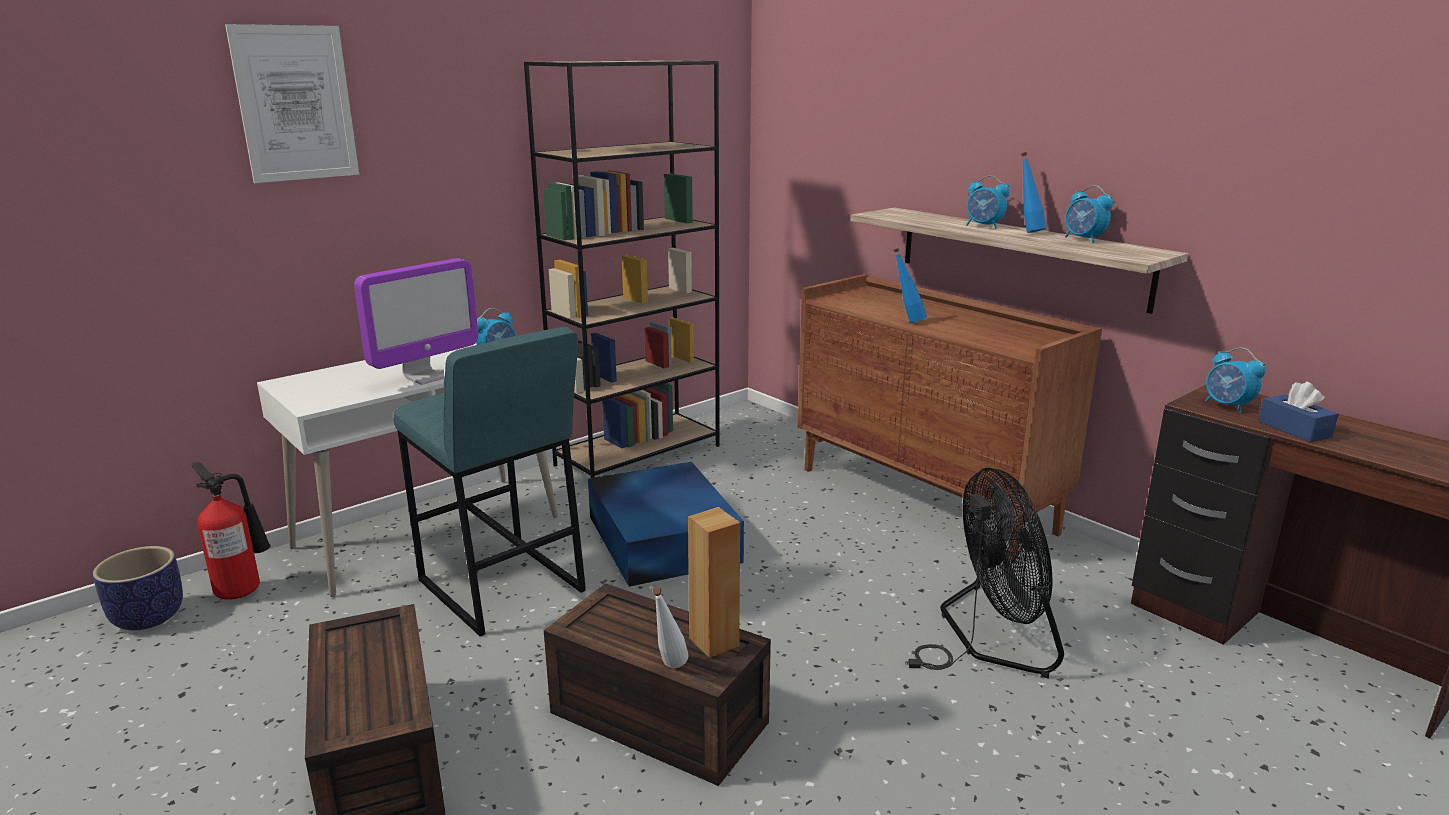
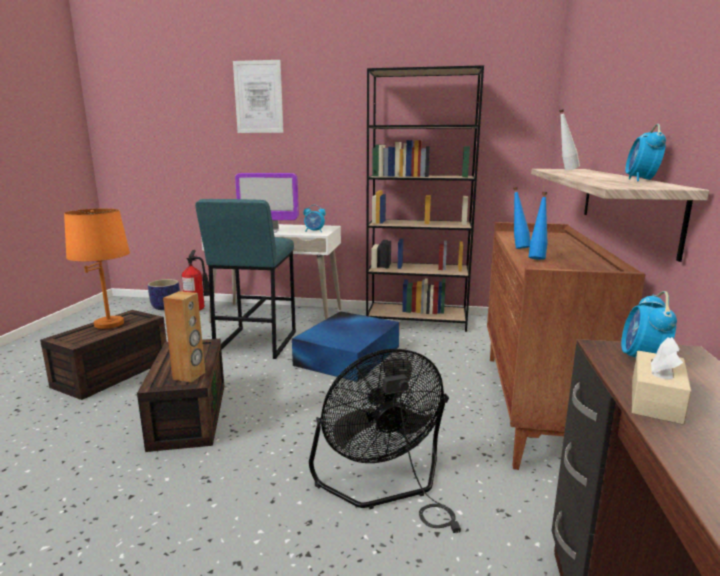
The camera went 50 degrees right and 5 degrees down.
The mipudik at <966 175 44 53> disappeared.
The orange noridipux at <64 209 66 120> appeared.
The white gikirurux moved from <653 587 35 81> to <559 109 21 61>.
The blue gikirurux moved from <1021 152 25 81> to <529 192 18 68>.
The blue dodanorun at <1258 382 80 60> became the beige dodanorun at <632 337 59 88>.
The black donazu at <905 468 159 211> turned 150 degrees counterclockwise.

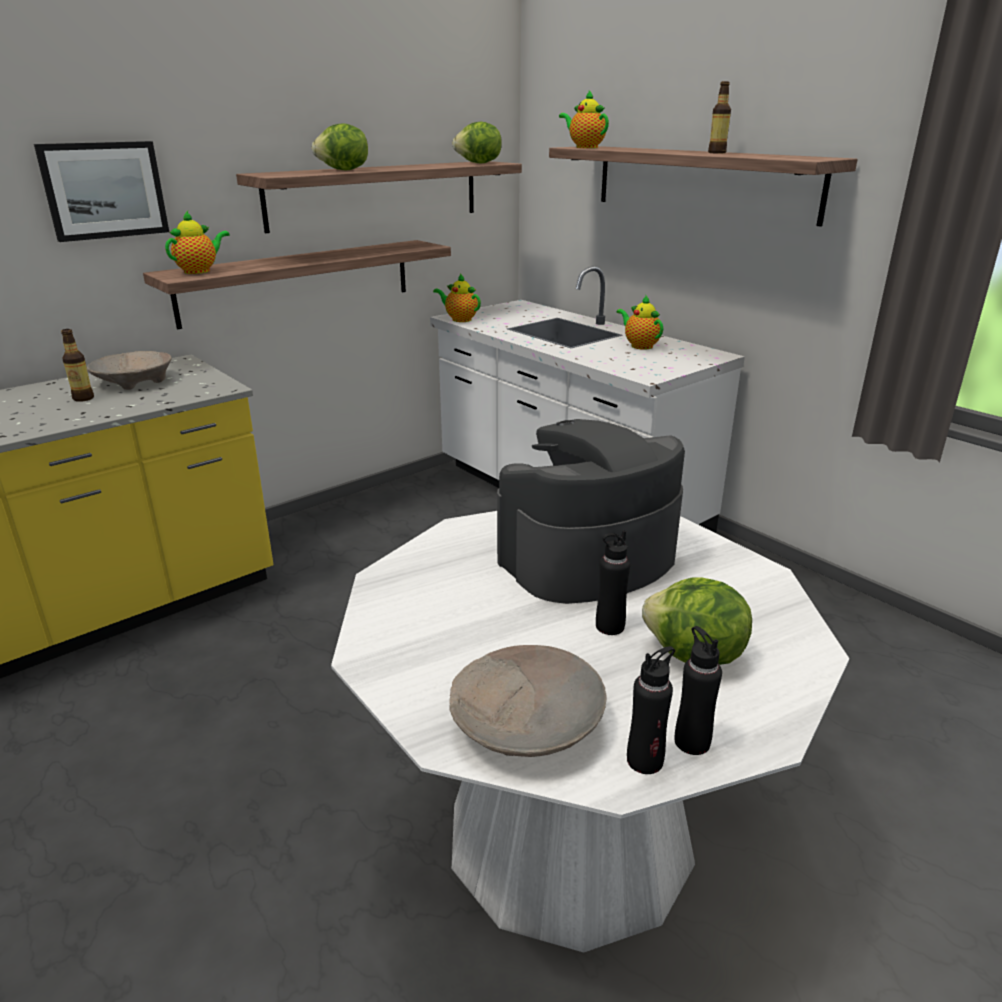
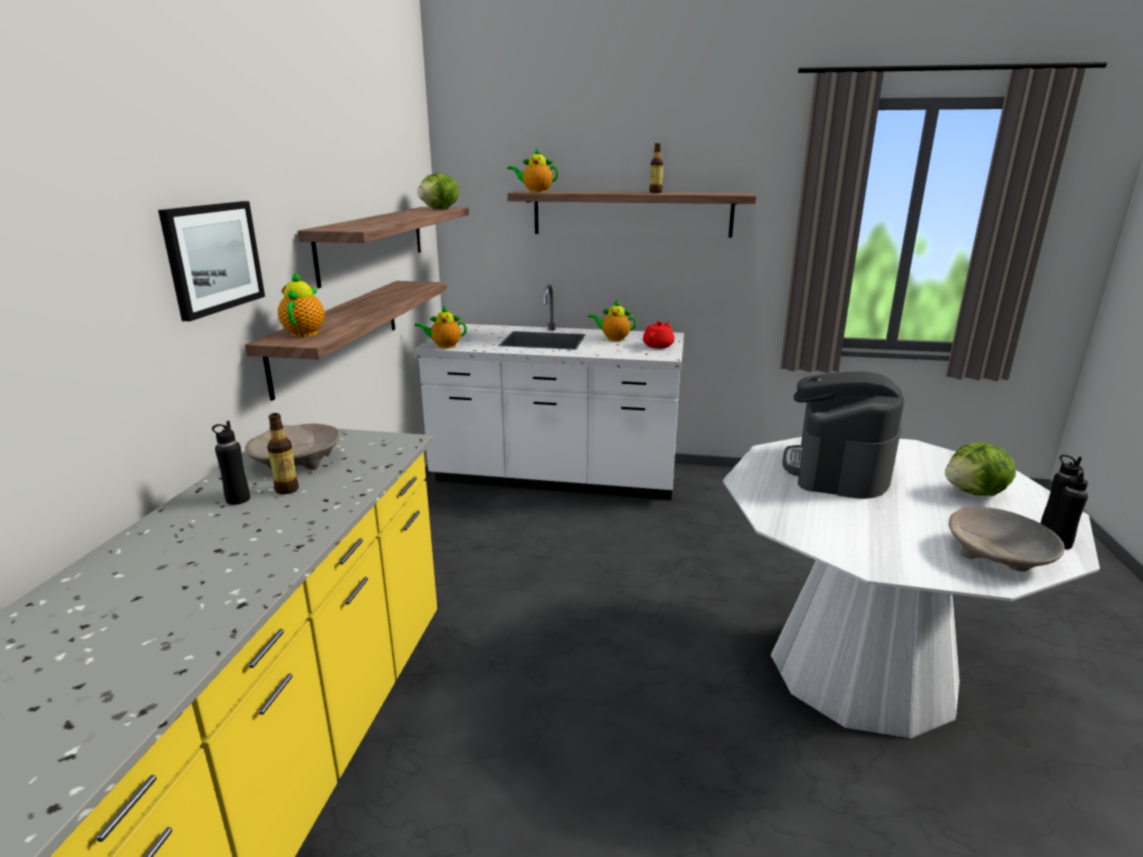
The camera went 40 degrees left and 5 degrees down.
The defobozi at <312 123 56 48> disappeared.
The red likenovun at <643 321 31 27> appeared.
The black gikirurux moved from <596 530 34 105> to <212 421 38 84>.

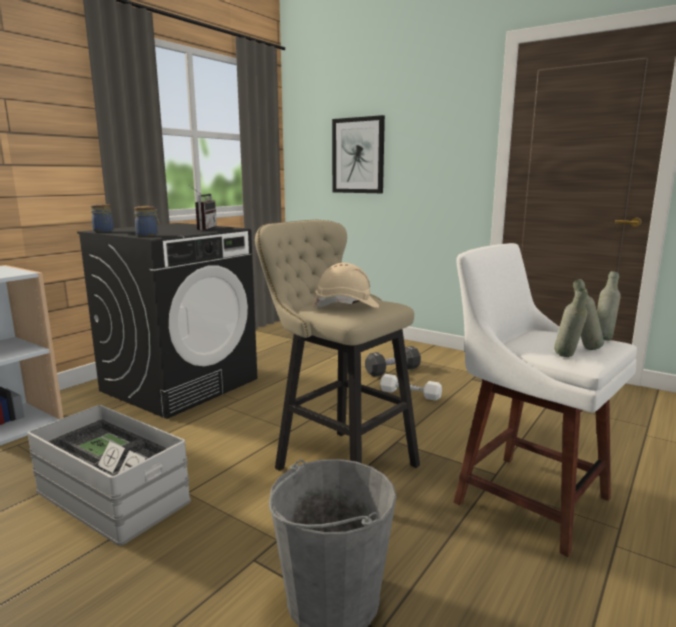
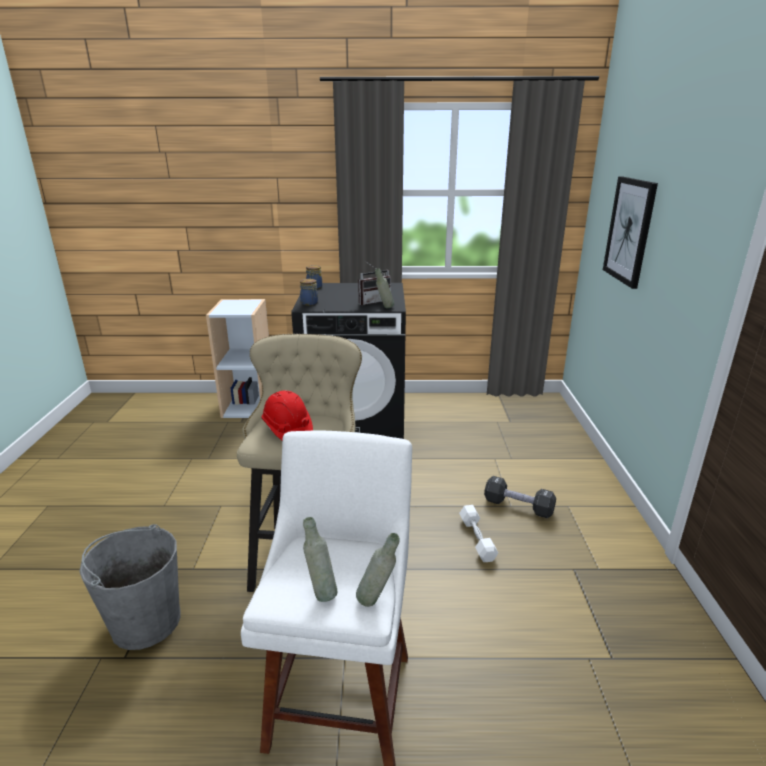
The camera went 55 degrees right and 10 degrees up.
The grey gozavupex at <27 405 164 141> disappeared.
The grey gikirurux moved from <554 287 34 70> to <375 268 19 40>.
The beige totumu at <314 263 65 45> became the red totumu at <261 390 52 50>.

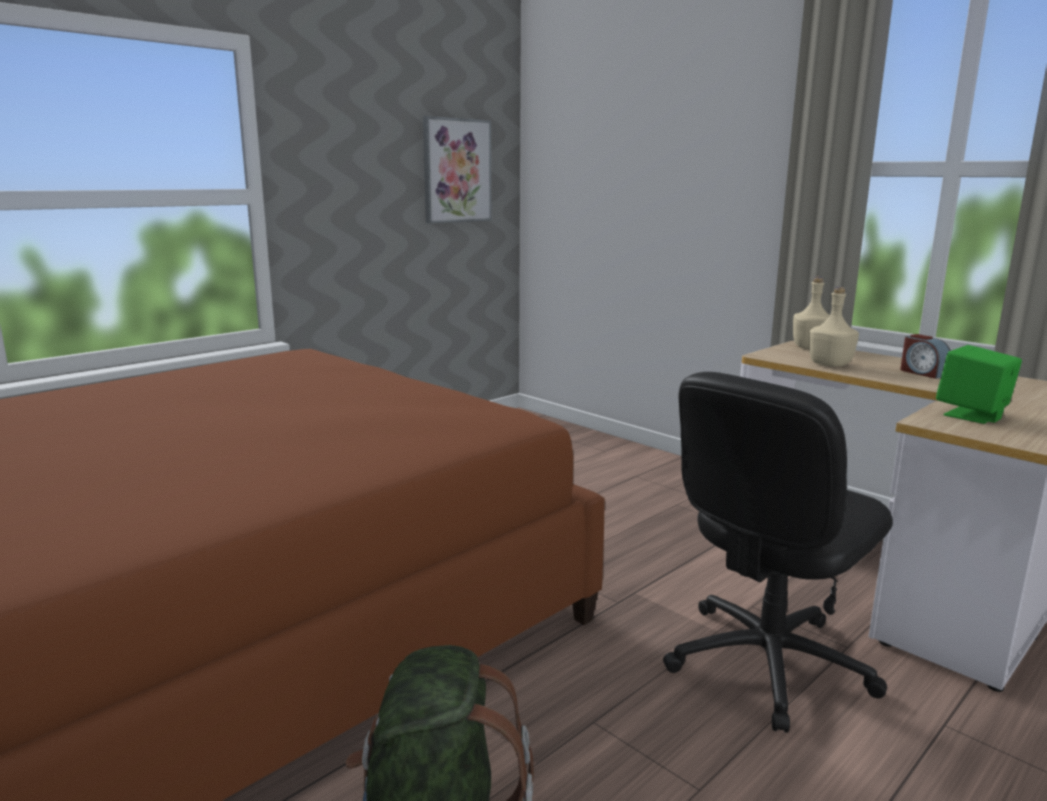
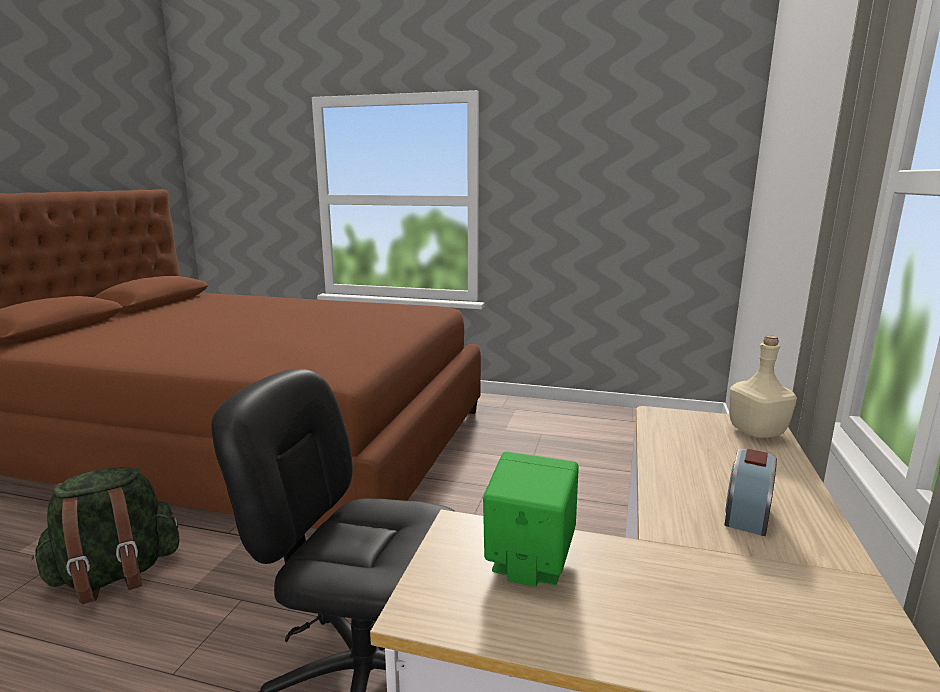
The camera went 60 degrees right and 0 degrees up.
The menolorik at <423 116 69 108> disappeared.
The beige gikirurux at <809 287 50 80> disappeared.

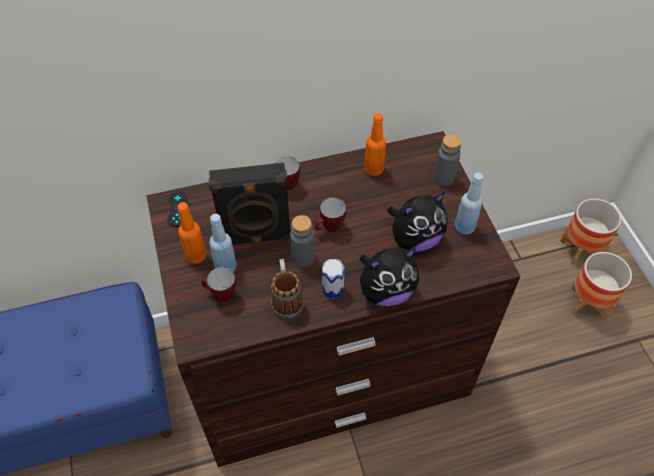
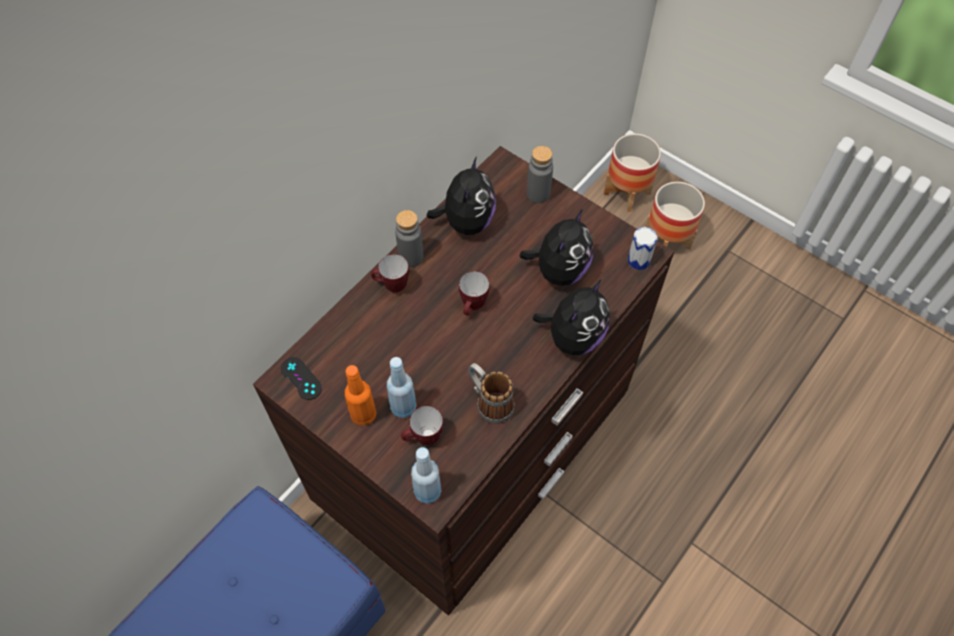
The camera went 35 degrees left and 5 degrees up.
The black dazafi at <208 163 82 82> disappeared.
The grey gikirurux moved from <290 215 25 52> to <395 210 28 57>.
The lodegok moved from <322 259 23 40> to <628 227 29 43>.
The blue gikirurux moved from <455 172 29 63> to <411 447 31 57>.
The orange gikirurux at <364 113 22 63> was replaced by the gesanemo at <426 157 70 78>.

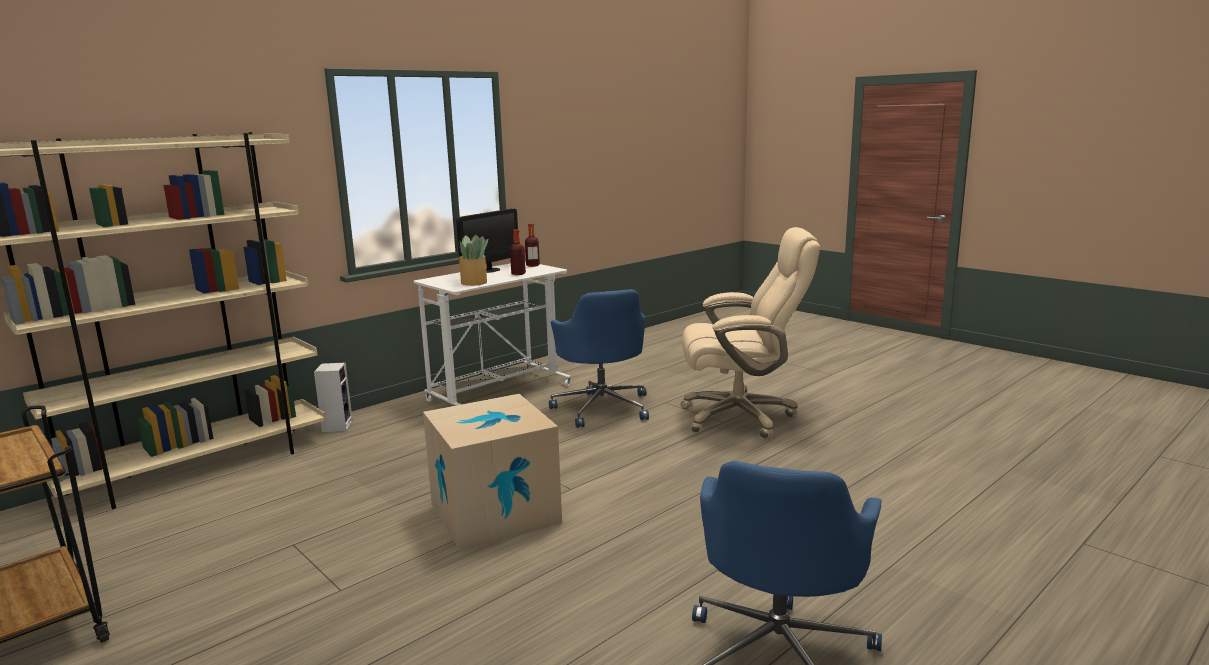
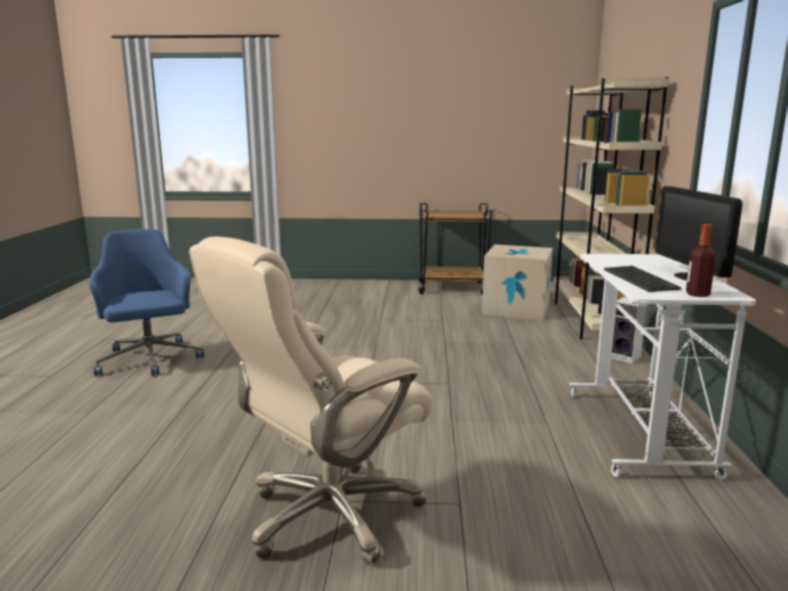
The camera went 135 degrees right and 0 degrees up.
The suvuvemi at <458 235 30 51> disappeared.
The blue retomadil at <549 289 100 139> disappeared.
The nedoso moved from <423 394 139 157> to <482 244 71 76>.
The gikirurux at <510 229 16 46> was replaced by the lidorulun at <604 266 77 26>.

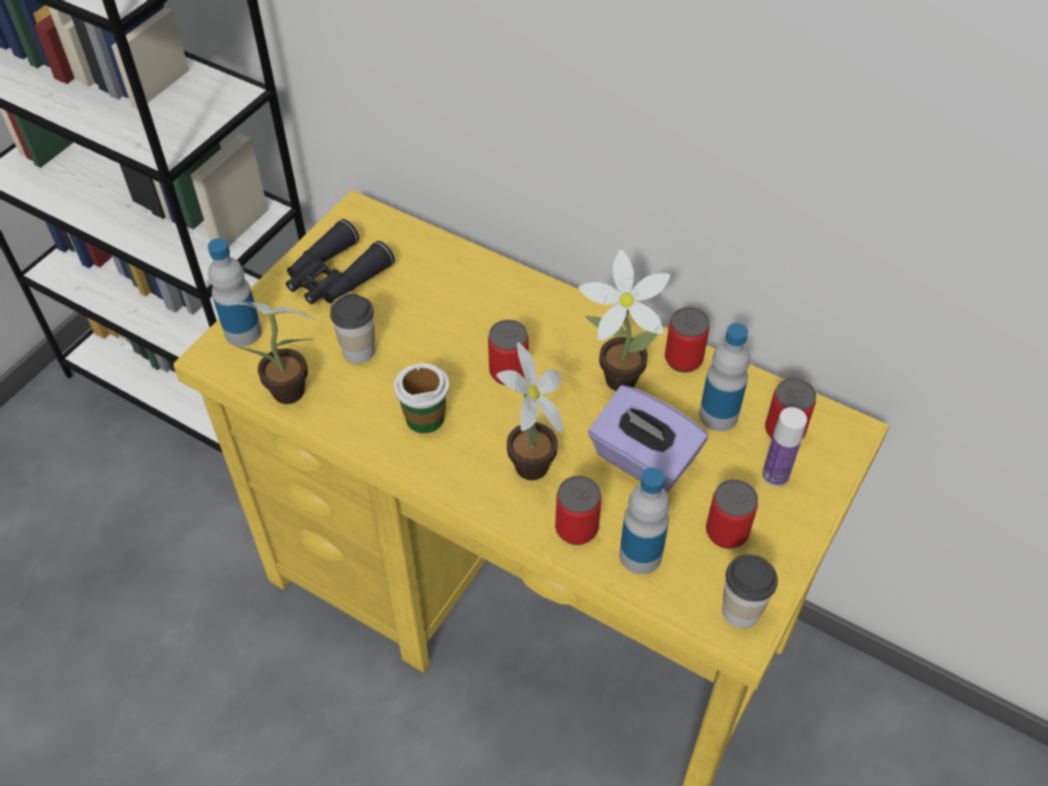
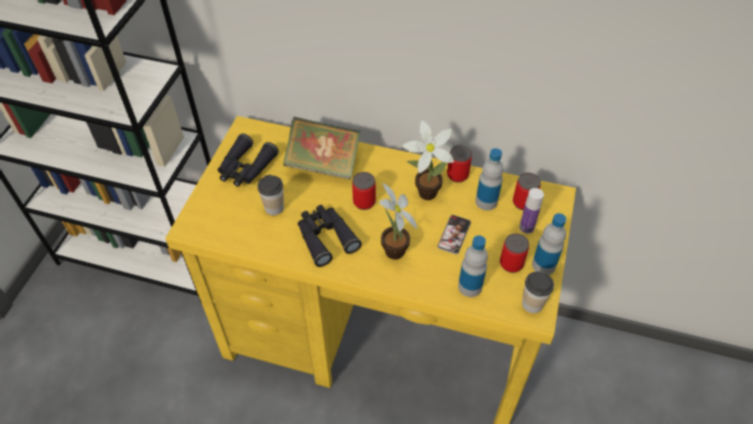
The camera went 15 degrees left and 0 degrees up.
The suvuvemi at <221 302 95 102> disappeared.
The lodegok at <555 476 46 69> disappeared.
The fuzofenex at <283 117 78 63> appeared.
The gikirurux moved from <208 238 54 109> to <532 213 34 62>.
The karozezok at <394 363 55 71> was replaced by the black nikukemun at <298 205 64 62>.
The purple dodanorun at <588 385 120 108> was replaced by the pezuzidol at <437 215 34 39>.

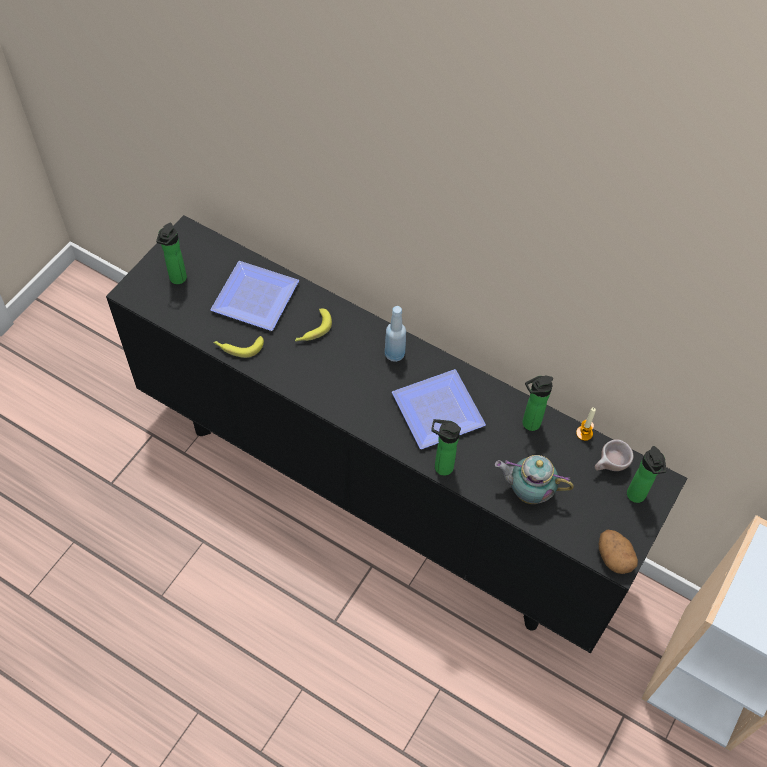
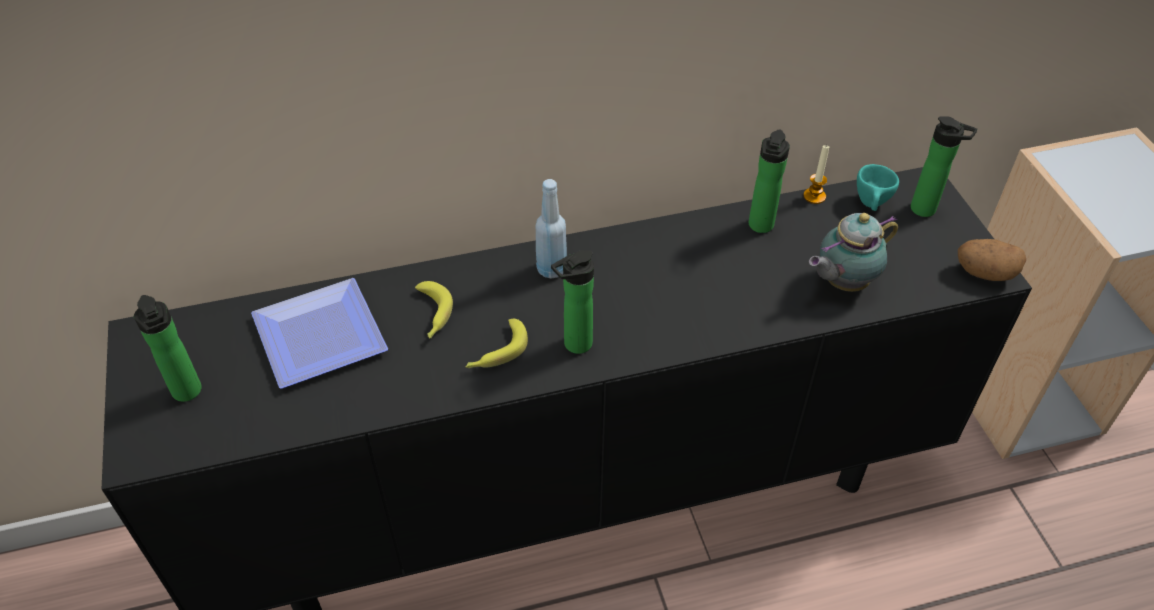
The camera went 45 degrees left and 10 degrees down.
The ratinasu at <392 369 94 80> disappeared.
The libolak moved from <213 336 51 22> to <466 319 62 49>.
The gikirurux moved from <431 419 30 57> to <551 250 43 104>.
The beige karozezok at <595 440 38 31> became the turquoise karozezok at <857 164 42 47>.

